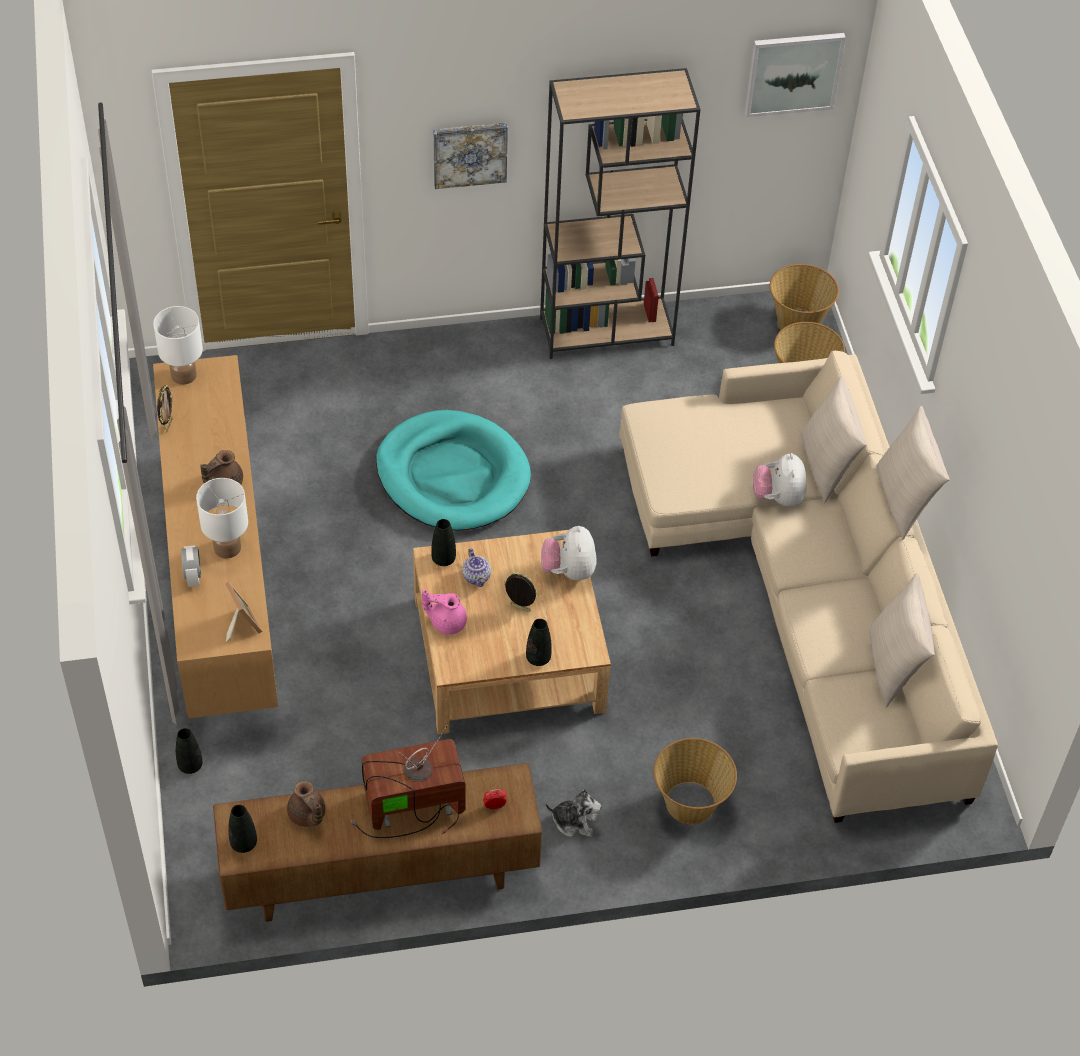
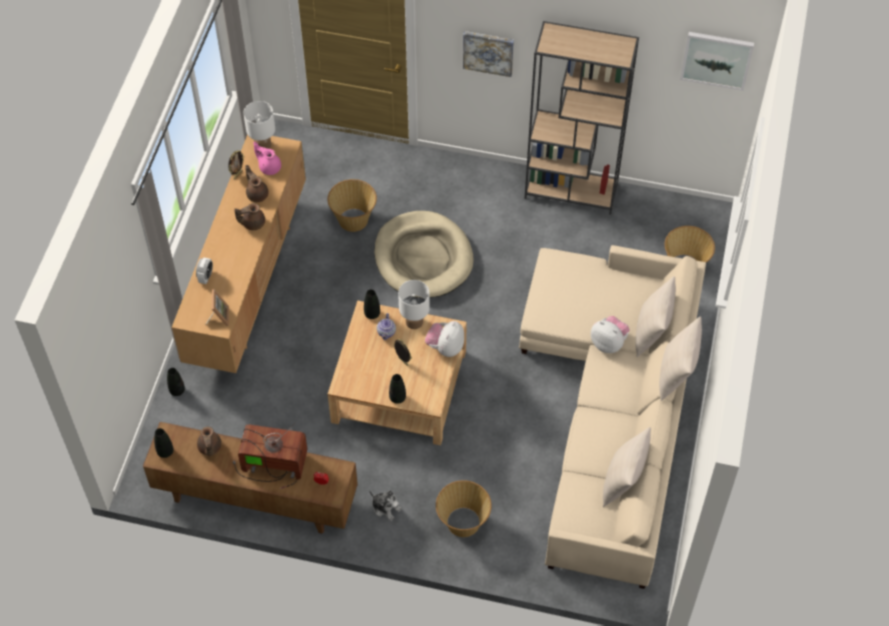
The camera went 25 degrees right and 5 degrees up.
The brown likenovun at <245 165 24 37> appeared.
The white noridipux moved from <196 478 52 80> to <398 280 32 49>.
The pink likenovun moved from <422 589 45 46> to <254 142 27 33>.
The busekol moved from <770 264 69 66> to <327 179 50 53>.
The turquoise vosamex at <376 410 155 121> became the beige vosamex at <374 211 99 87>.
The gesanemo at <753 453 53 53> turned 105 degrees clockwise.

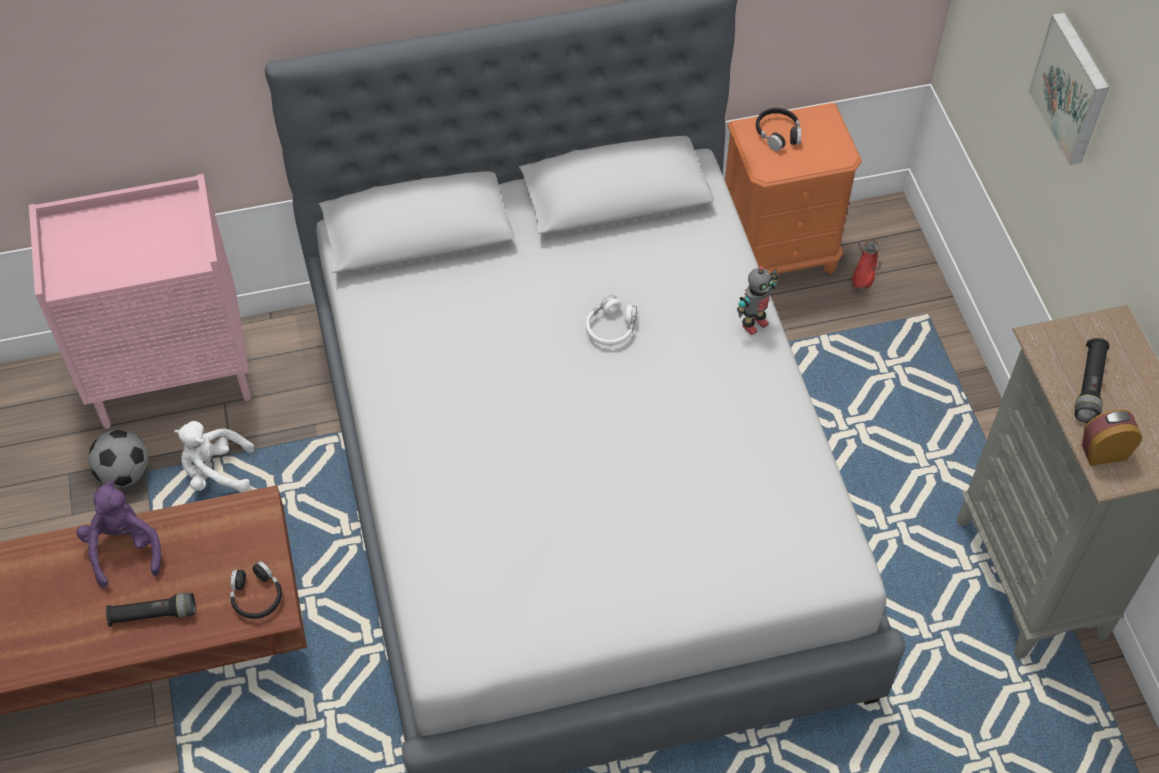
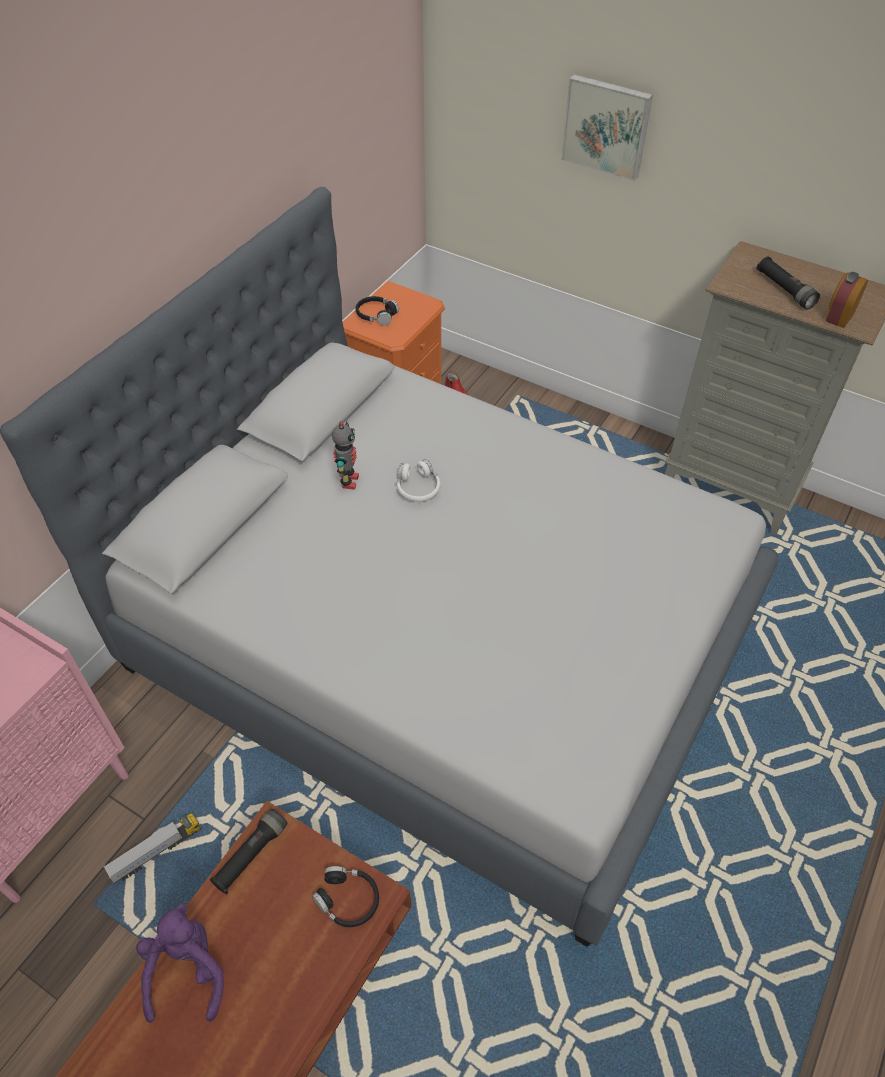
The camera went 45 degrees left and 5 degrees down.
The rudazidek at <88 430 61 58> disappeared.
The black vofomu moved from <106 593 90 34> to <210 809 78 86>.
The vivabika moved from <737 266 41 69> to <332 421 27 69>.
The white gesanemo at <174 421 81 71> was replaced by the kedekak at <103 813 99 70>.
The purple gesanemo at <76 481 85 107> turned 60 degrees clockwise.

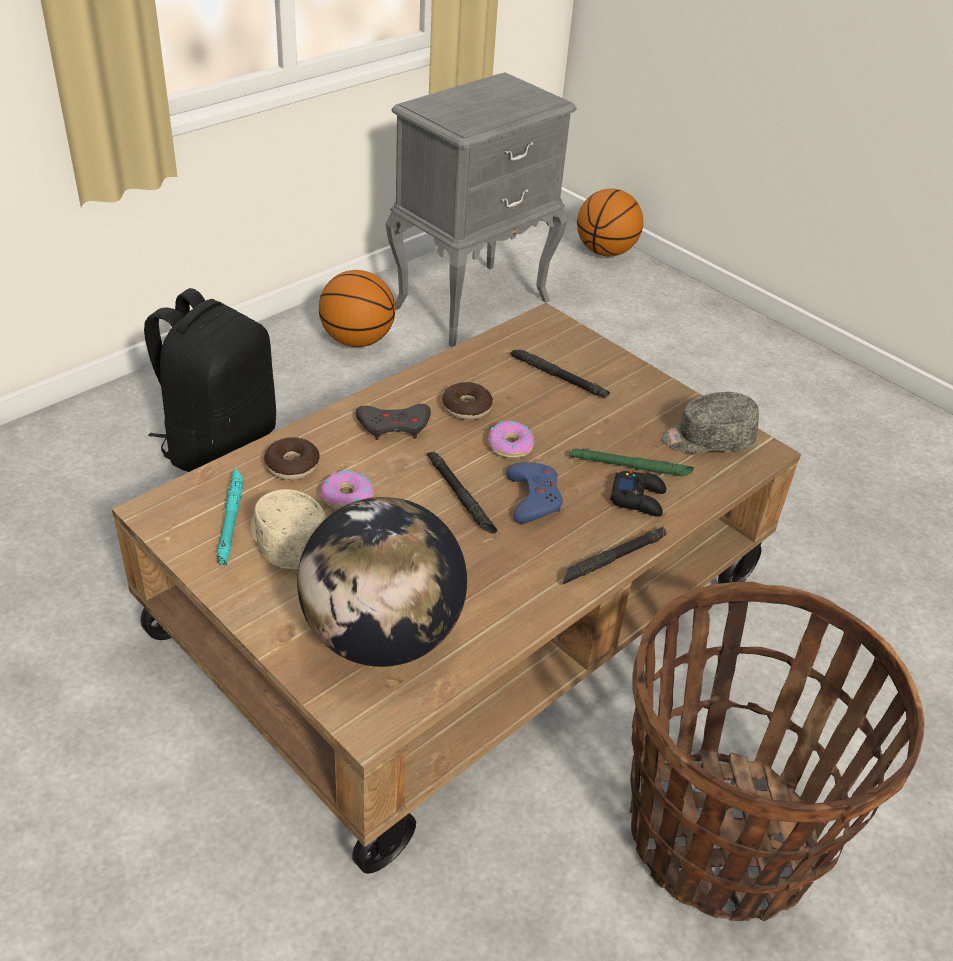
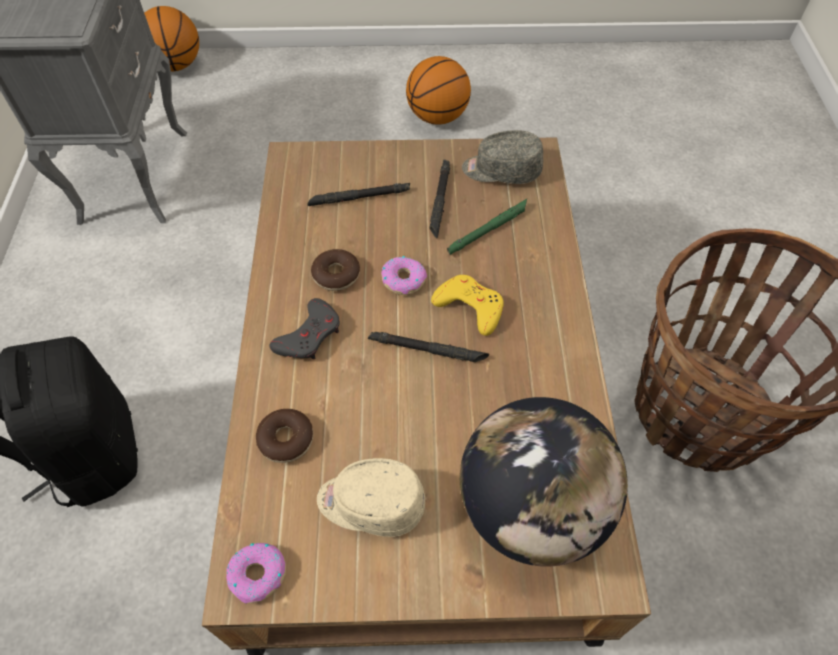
The camera went 45 degrees left and 15 degrees up.
The turquoise vofomu at <217 468 27 98> disappeared.
The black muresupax at <610 471 56 46> disappeared.
The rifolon moved from <319 270 76 77> to <406 56 65 69>.
The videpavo moved from <321 470 53 39> to <226 543 60 60>.
The black vofomu moved from <563 527 104 57> to <430 159 20 79>.
The blue muresupax at <506 462 57 61> became the yellow muresupax at <431 275 73 61>.
The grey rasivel at <661 392 98 61> turned 60 degrees clockwise.

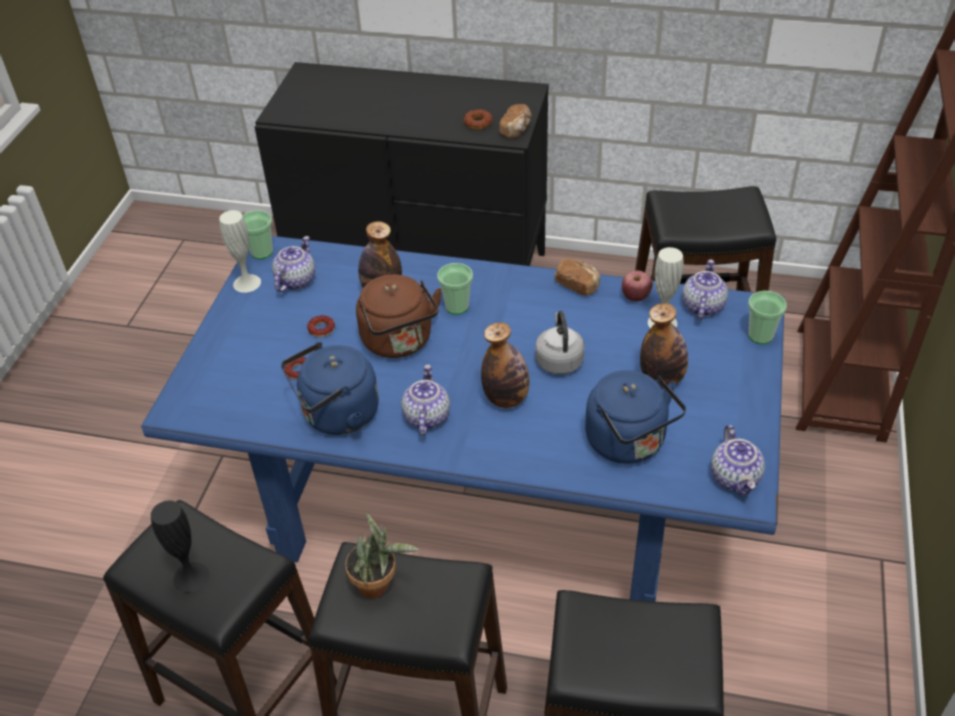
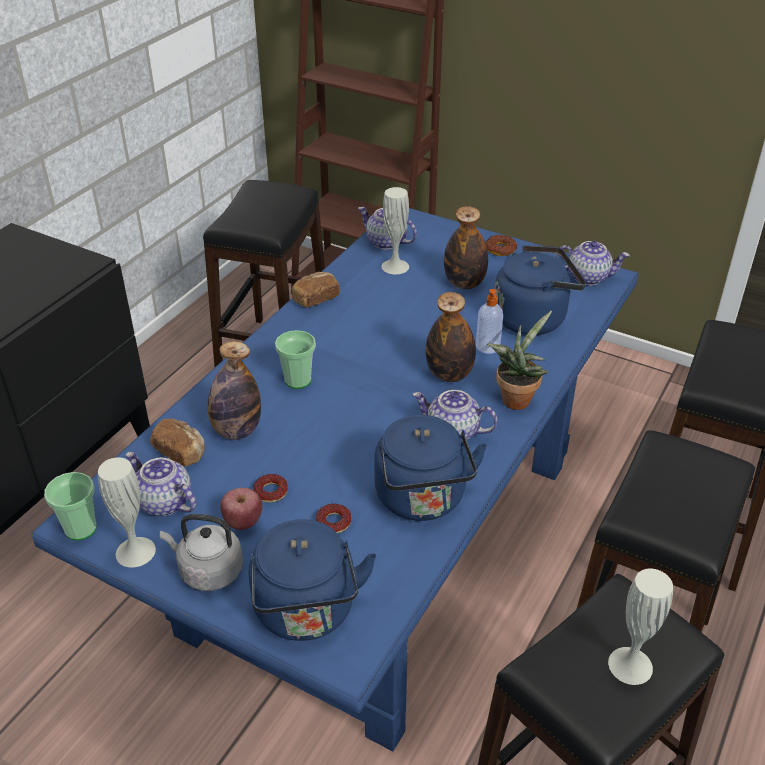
The camera went 75 degrees left and 5 degrees down.
The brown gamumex at <356 274 86 84> disappeared.
The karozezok at <748 291 39 53> disappeared.
The blue gamumex at <248 519 128 122> appeared.
The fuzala at <476 289 27 65> appeared.
The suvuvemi moved from <345 511 74 87> to <487 311 65 99>.
The videpavo moved from <463 109 30 20> to <485 235 32 21>.
The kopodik moved from <499 104 32 35> to <150 419 55 48>.
The grey gamumex moved from <536 311 49 63> to <160 514 83 77>.
The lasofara moved from <622 271 31 30> to <220 488 42 42>.
The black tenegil at <151 500 59 93> became the white tenegil at <608 569 65 116>.

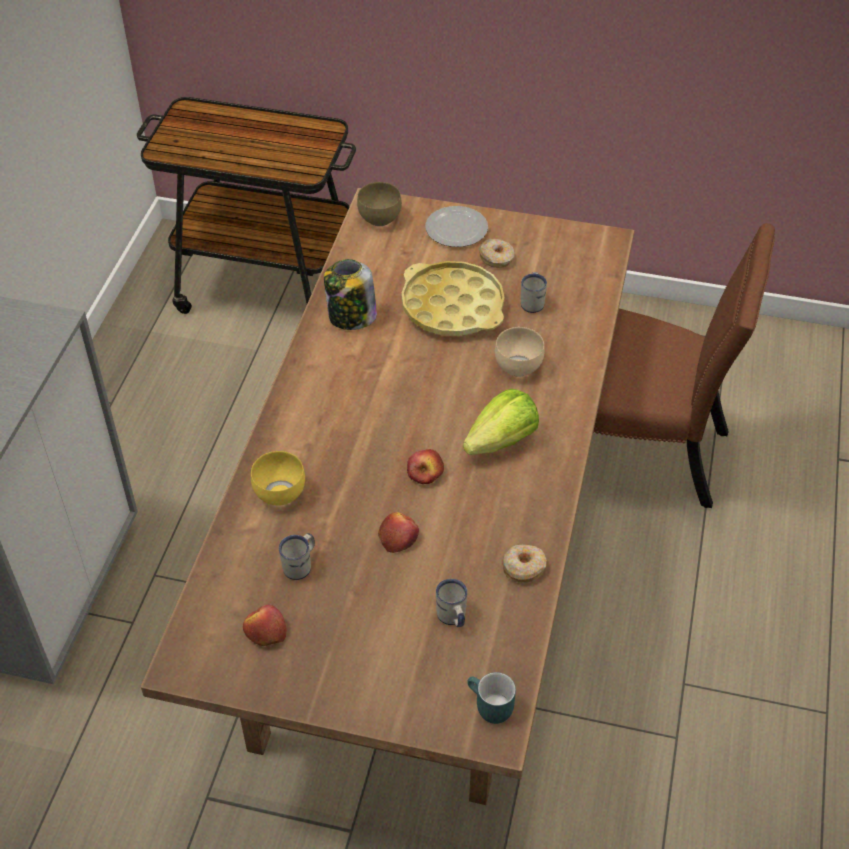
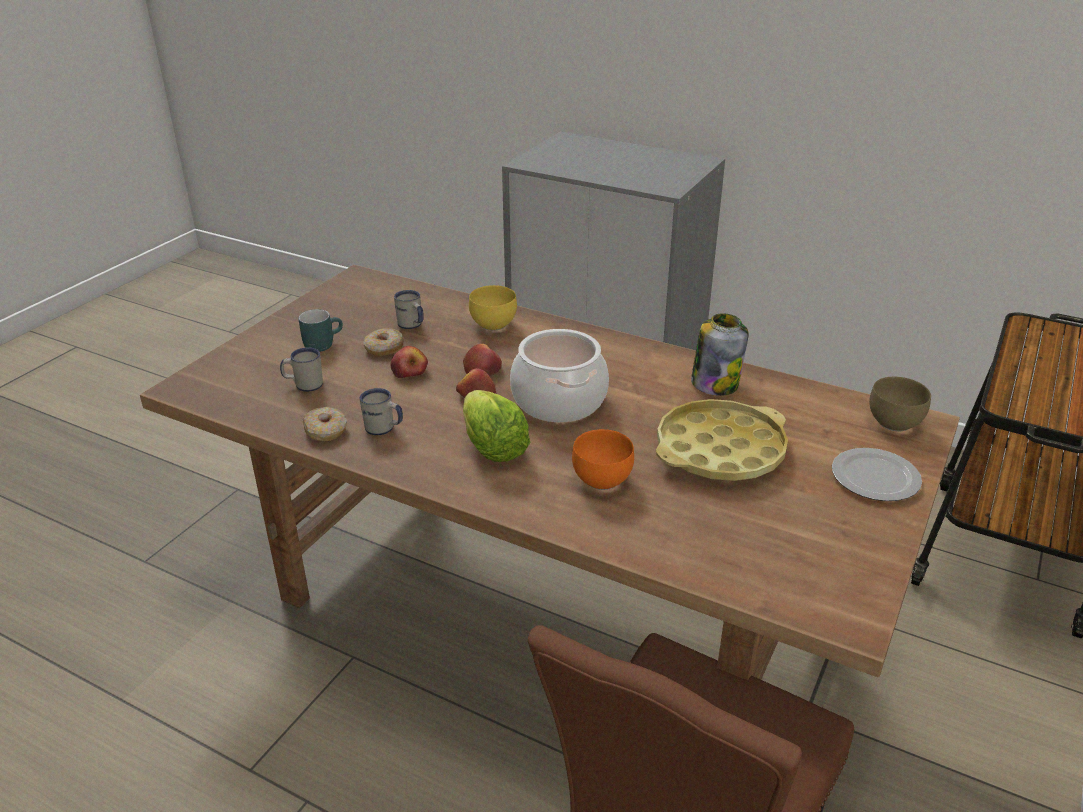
The camera went 105 degrees right and 15 degrees down.
The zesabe at <510 329 99 93> appeared.
The lasofara moved from <243 605 44 41> to <463 344 39 32>.
The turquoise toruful moved from <467 672 49 52> to <298 309 45 43>.
The videpavo moved from <479 239 36 29> to <363 328 41 28>.
The white toruful moved from <521 272 26 41> to <360 388 43 47>.
The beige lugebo at <495 327 50 50> became the orange lugebo at <572 429 62 61>.

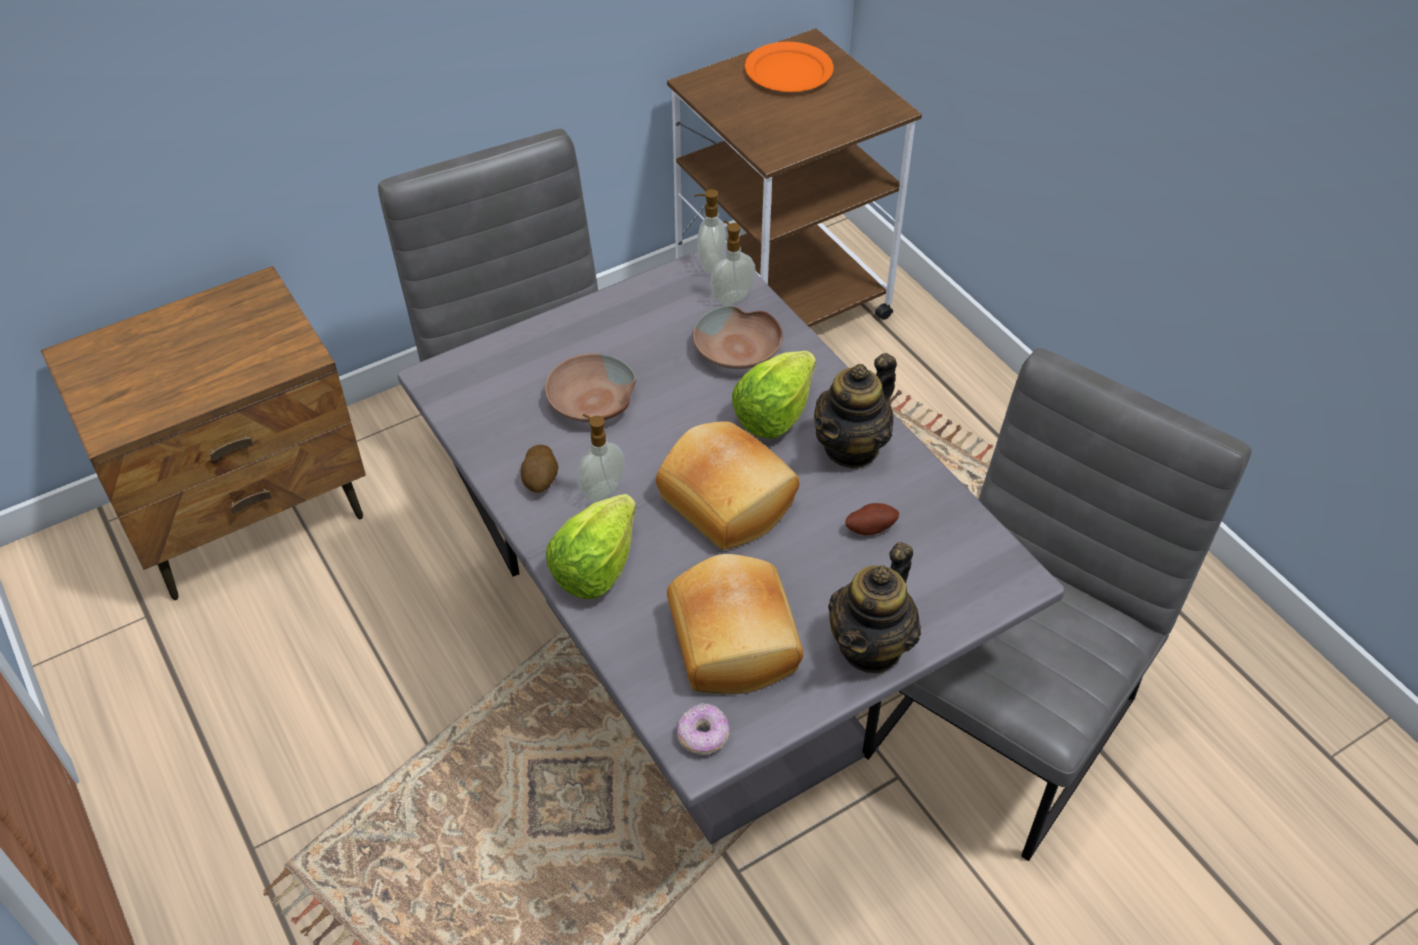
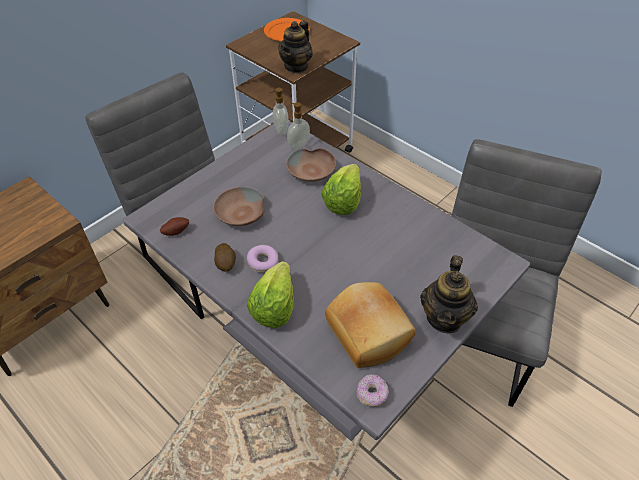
The camera went 15 degrees left and 0 degrees up.
The kopodik at <656 421 143 129> disappeared.
The likenovun moved from <814 353 83 116> to <278 21 35 52>.
The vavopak moved from <845 503 54 32> to <160 217 29 19>.
The fuzala at <577 414 48 88> was replaced by the videpavo at <247 245 31 27>.

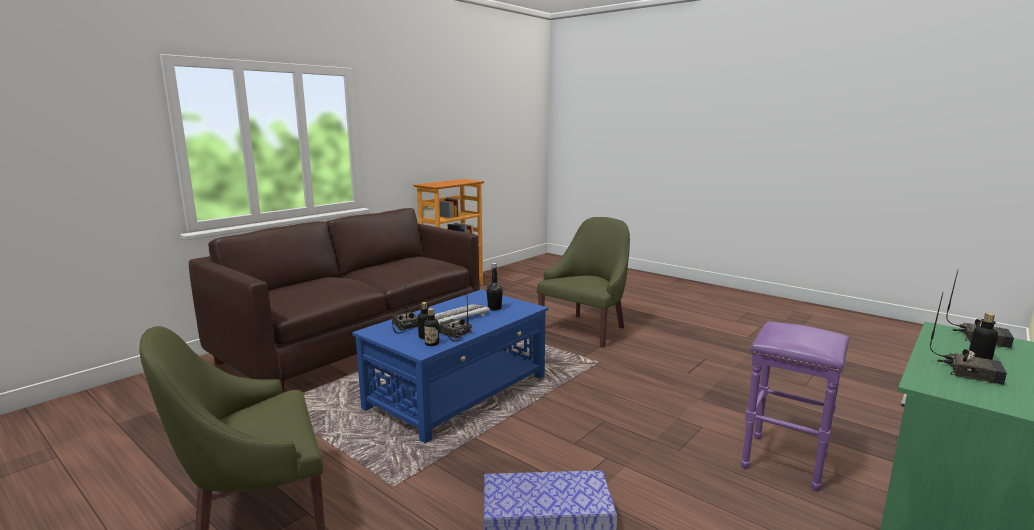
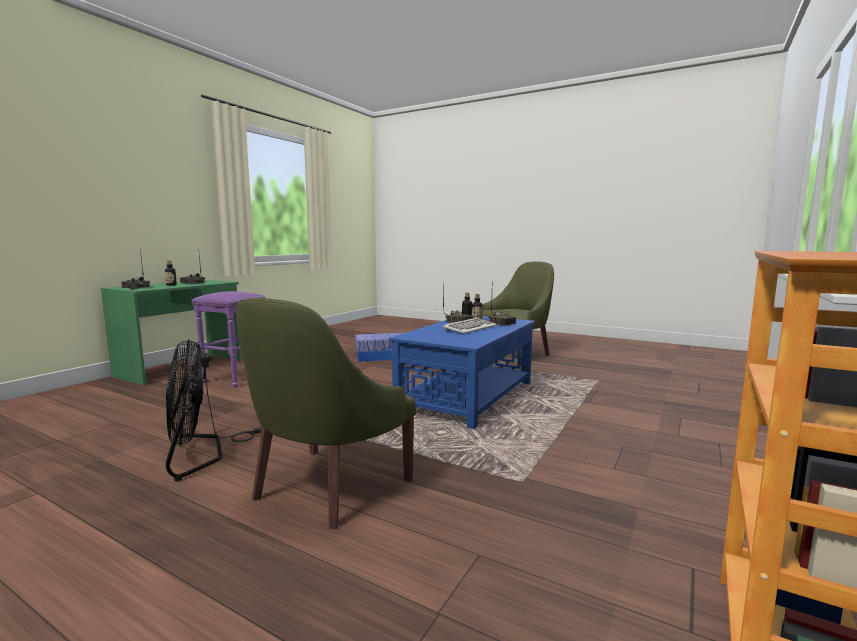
The camera went 170 degrees right and 5 degrees down.
The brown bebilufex at <189 208 291 185> disappeared.
The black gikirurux at <486 263 17 48> disappeared.
The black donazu at <166 339 96 143> appeared.

